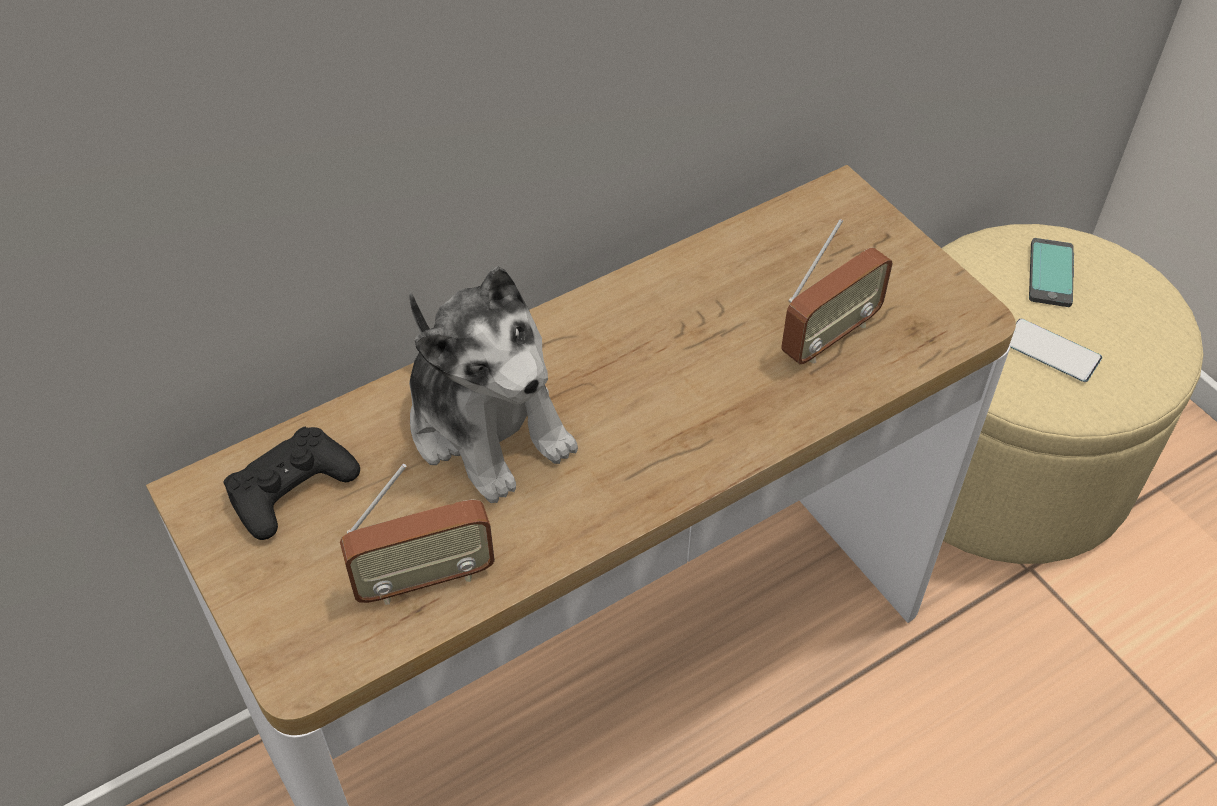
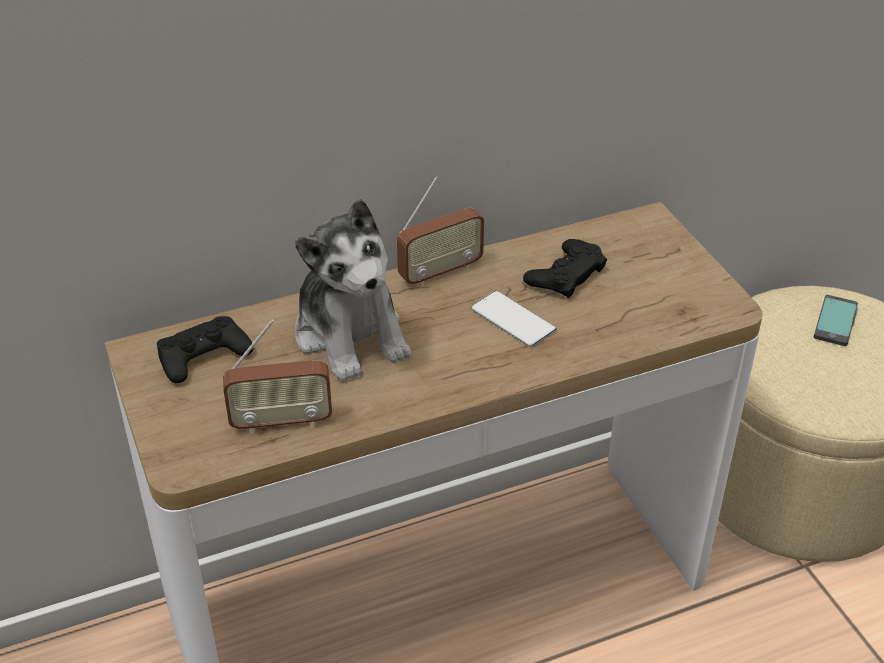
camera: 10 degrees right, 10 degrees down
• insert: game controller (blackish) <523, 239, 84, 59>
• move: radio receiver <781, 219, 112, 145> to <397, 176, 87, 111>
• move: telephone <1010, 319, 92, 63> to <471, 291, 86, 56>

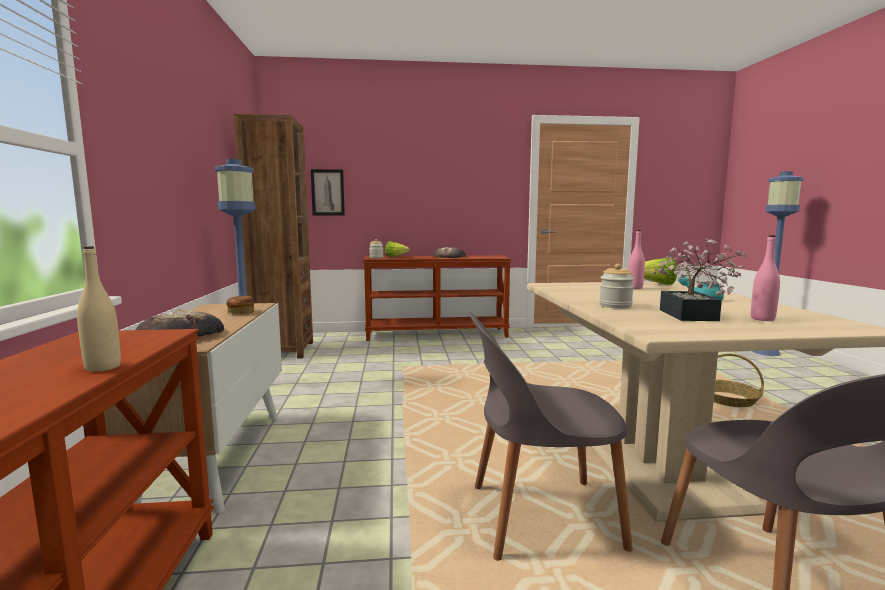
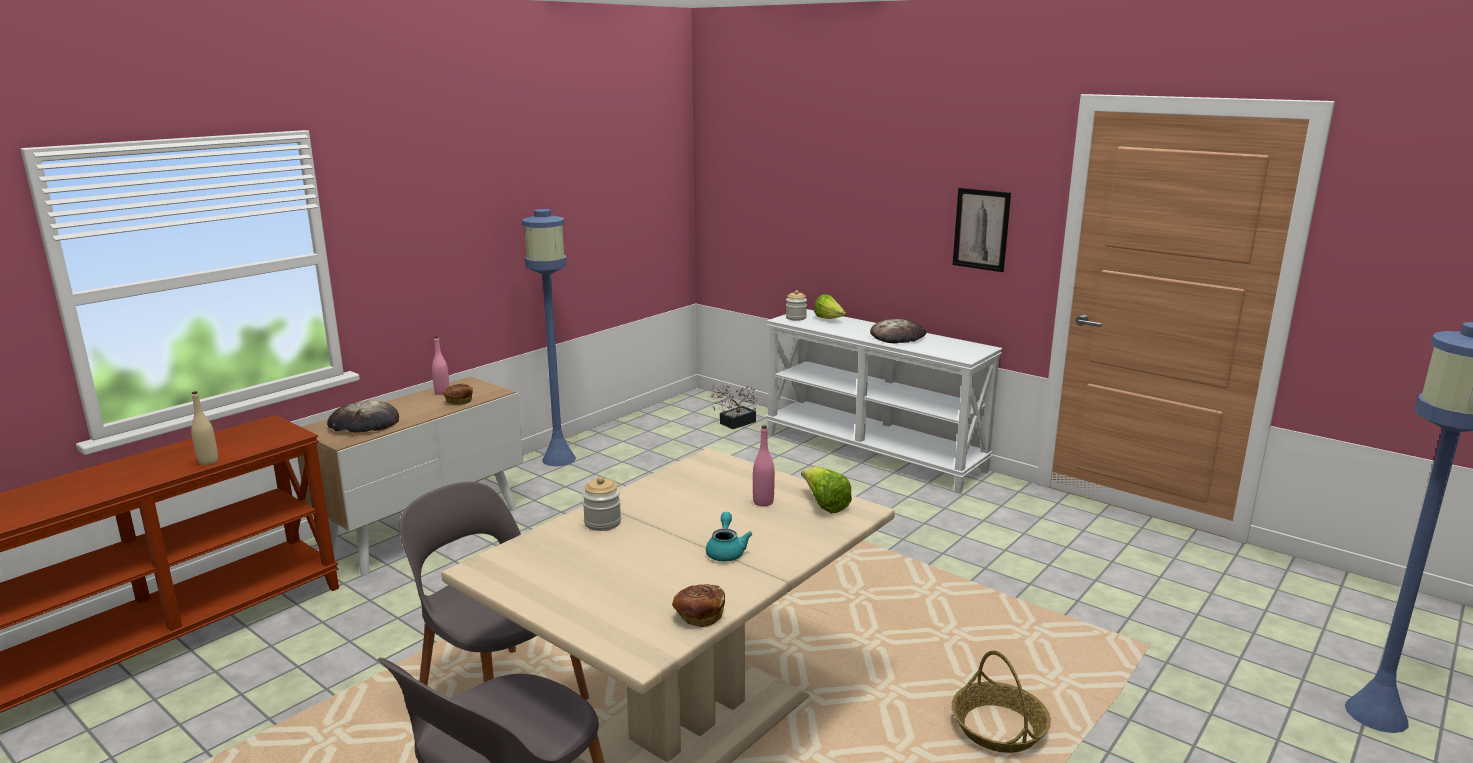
camera: 45 degrees right, 10 degrees up
• delete: bookshelf (brownish) <233, 114, 80, 245>
• insert: baked bread <672, 584, 53, 43>
• move: wall picture <311, 169, 34, 46> to <953, 188, 58, 84>
• move: potted plant <652, 238, 96, 83> to <711, 385, 47, 44>
• move: beverage bottle (pink-coloured) <751, 235, 29, 86> to <432, 336, 18, 59>
• recolor: console table (brownish) <363, 255, 148, 86> to console table (white) <766, 309, 236, 184>

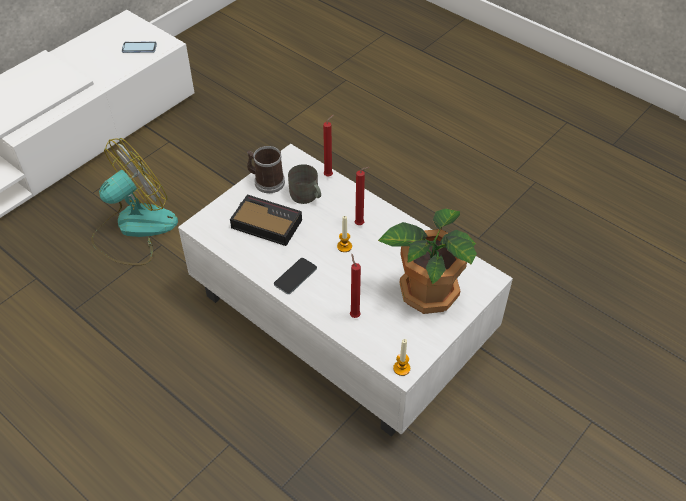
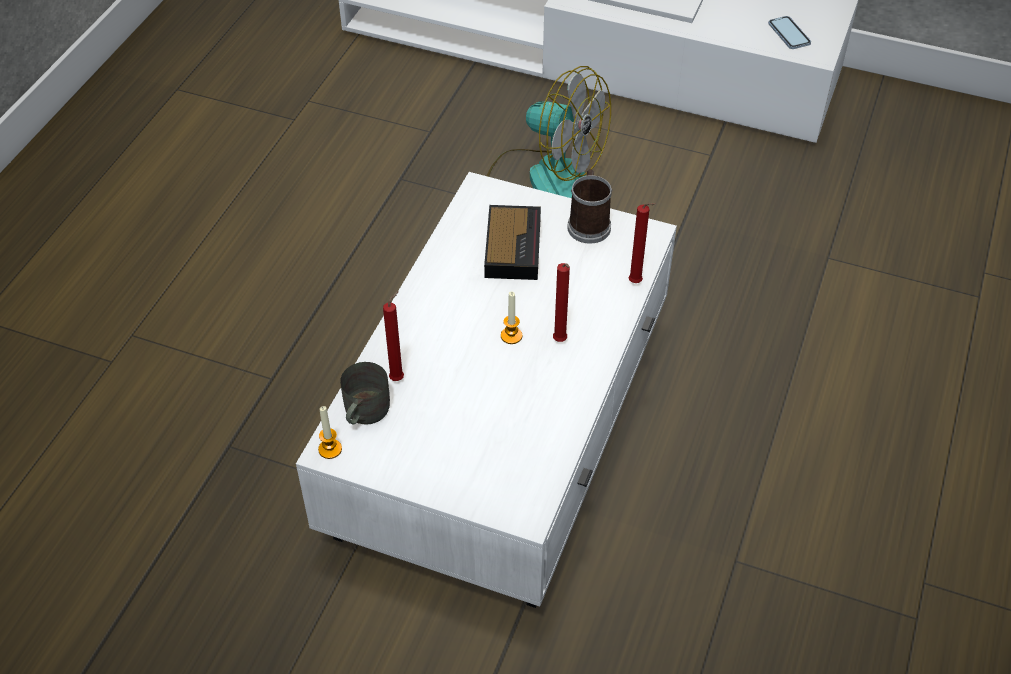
camera: 70 degrees right, 0 degrees up
• delete: telephone <274, 258, 43, 36>
• delete: potted plant <378, 208, 99, 106>
• move: tea mug (gray) <288, 164, 33, 40> to <340, 362, 50, 62>

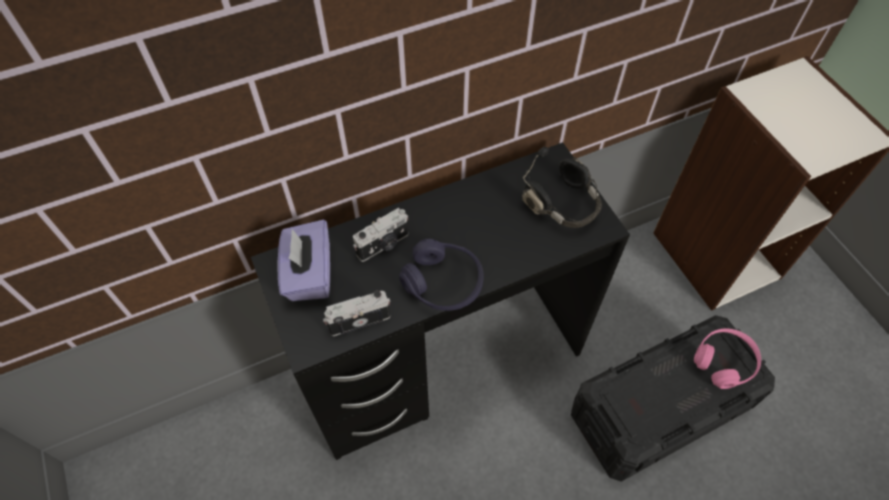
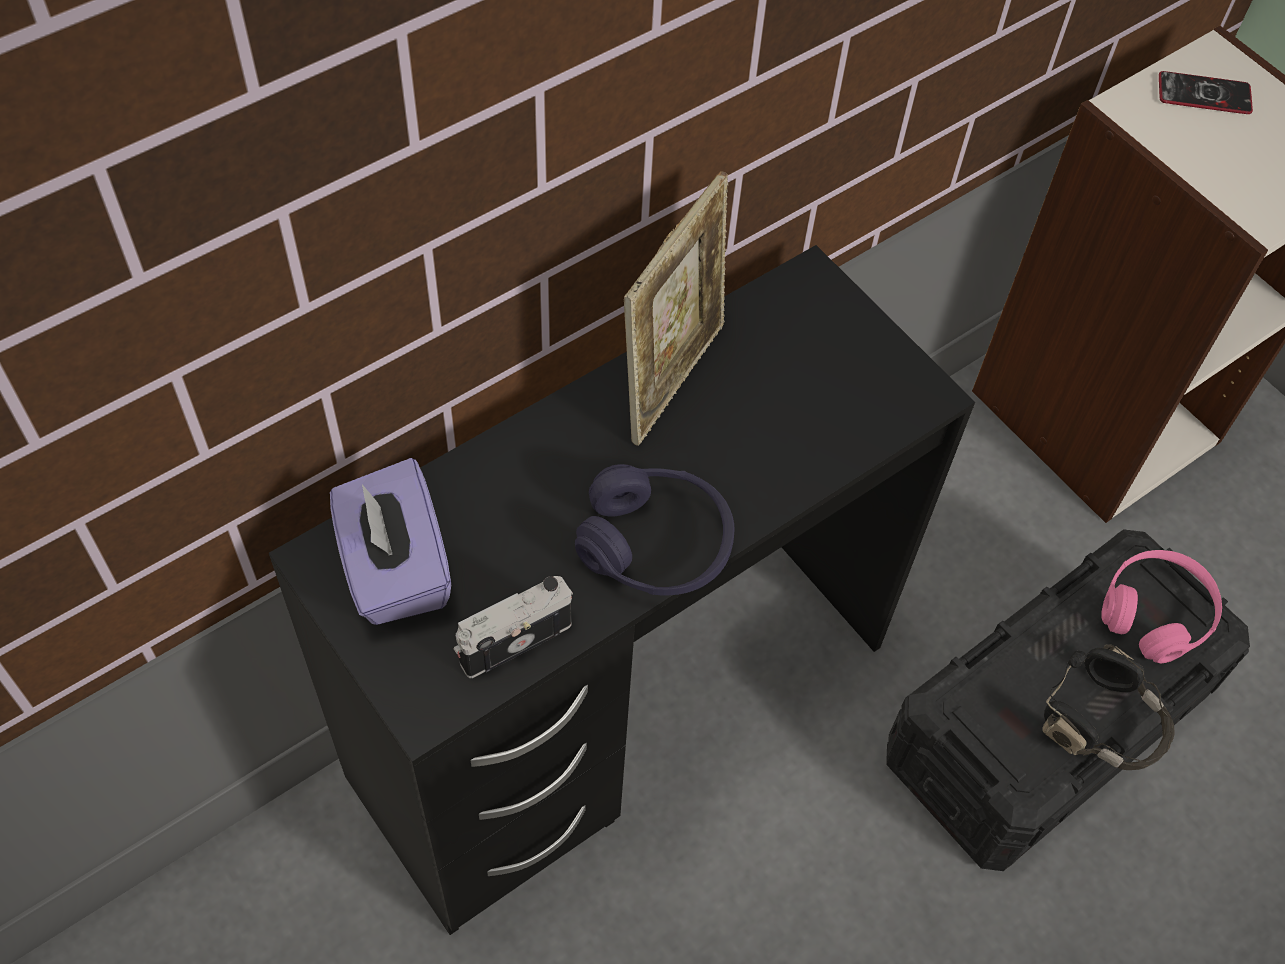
camera: 15 degrees left, 0 degrees up
• delete: still camera <353, 208, 56, 54>
• insert: standing frame <624, 171, 104, 275>
• insert: telephone <1159, 71, 94, 43>
• move: headset (blackish) <522, 147, 80, 81> to <1042, 644, 133, 126>

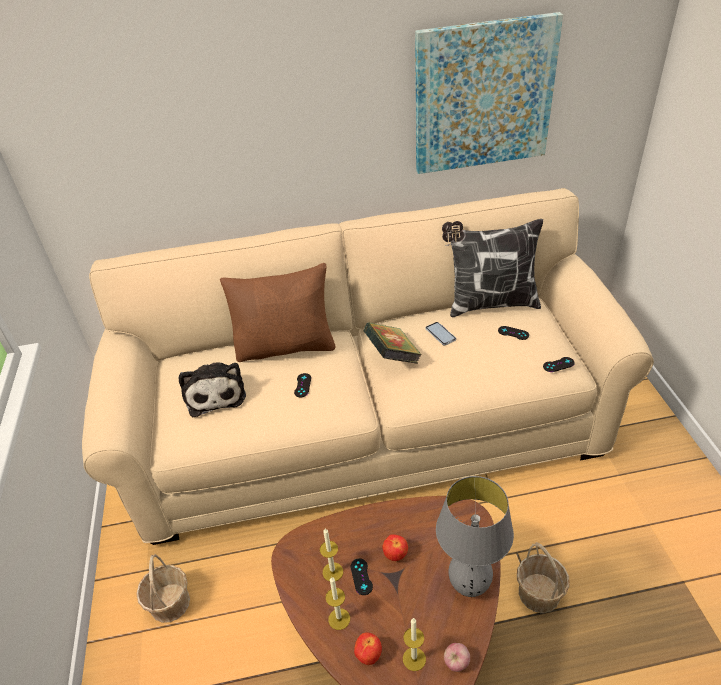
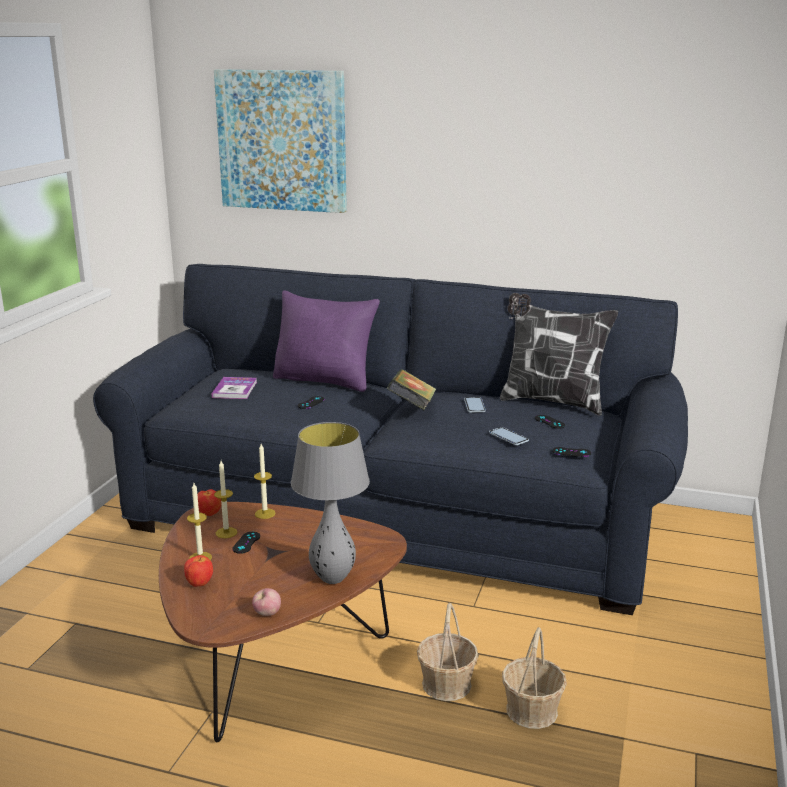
camera: 25 degrees right, 20 degrees down
• insert: telephone <489, 427, 40, 18>
• move: basket <136, 554, 54, 69> to <502, 627, 65, 102>
• move: whole apple <382, 534, 26, 27> to <197, 489, 24, 27>
• move: wax light <403, 618, 23, 53> to <254, 444, 22, 75>
• move: wall picture <415, 12, 148, 162> to <214, 69, 133, 144>
• replace: plush toy <179, 362, 67, 55> to volume <211, 377, 46, 22>
• recolor: settee (beige) <82, 188, 572, 357> to settee (bluish) <93, 264, 595, 351>
• recolor: cushion (brownish) <220, 263, 116, 99> to cushion (purple-coloured) <273, 290, 107, 102>

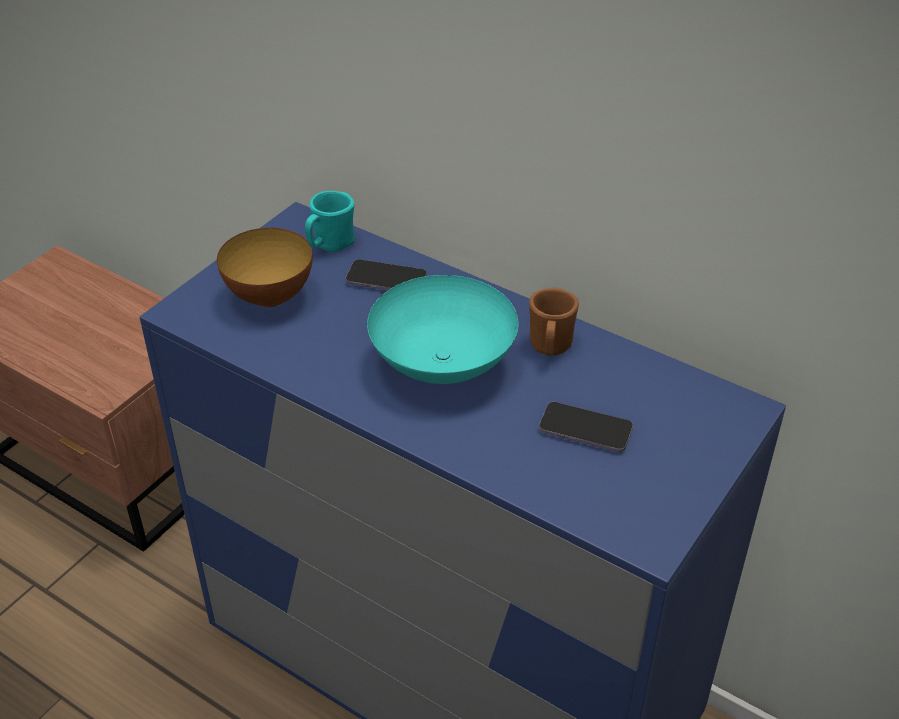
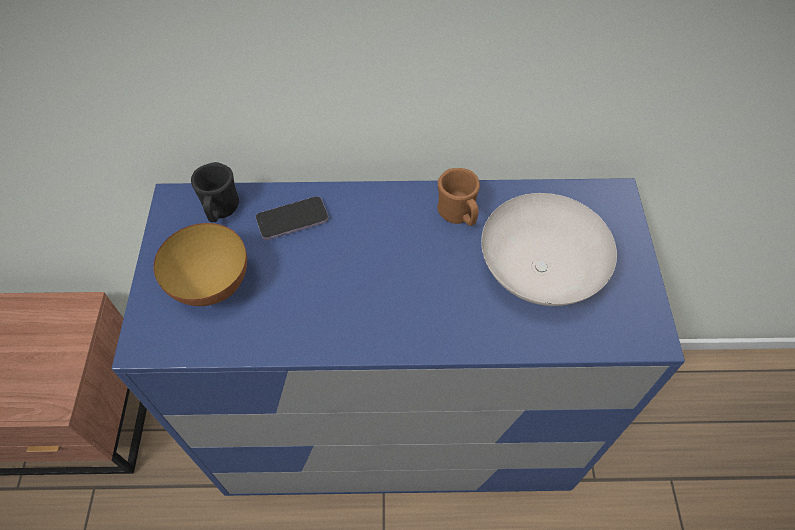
camera: 35 degrees left, 15 degrees up
• delete: deep dish (turquoise-coloured) <367, 275, 152, 109>
• replace: telephone <539, 402, 94, 50> to deep dish (white) <481, 193, 136, 113>
• recolor: tea mug (turquoise-coloured) <305, 191, 50, 61> to tea mug (blackish) <191, 162, 48, 60>

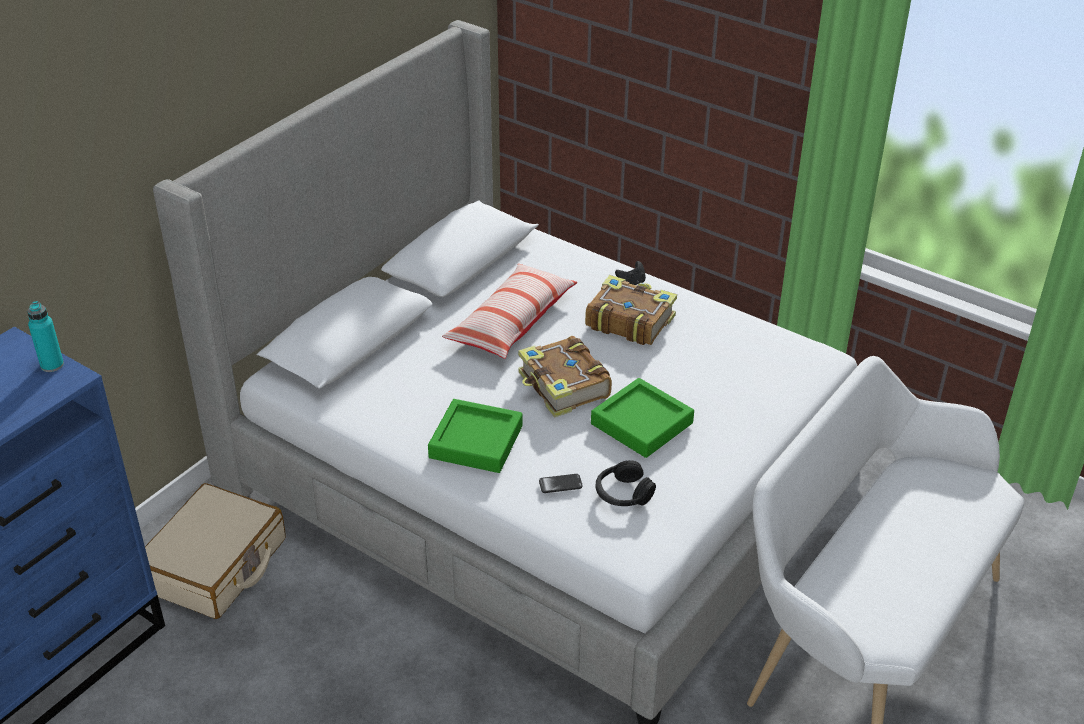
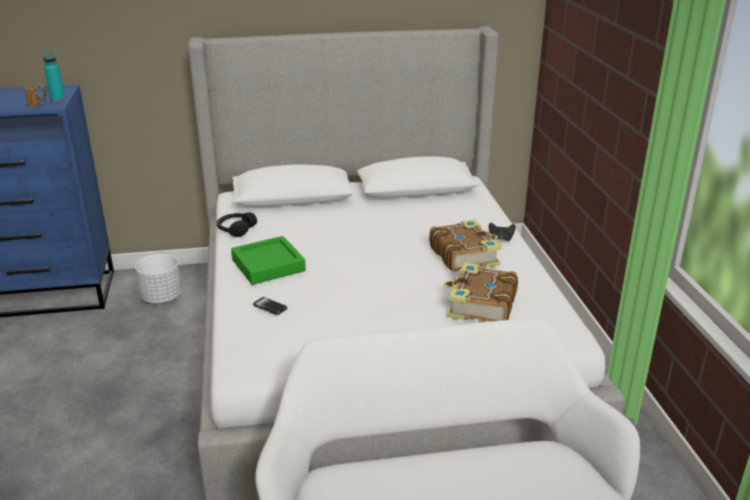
camera: 45 degrees right, 10 degrees down
• delete: cushion <442, 264, 135, 95>
• delete: tray (green-coloured) <591, 378, 103, 80>
• insert: tea mug <24, 85, 23, 22>
• move: volume <518, 336, 94, 82> to <444, 263, 74, 59>
• move: headset (blackish) <596, 460, 60, 46> to <217, 212, 40, 25>
• replace: piece of luggage (beige) <145, 483, 141, 136> to flower pot (white) <135, 254, 47, 49>

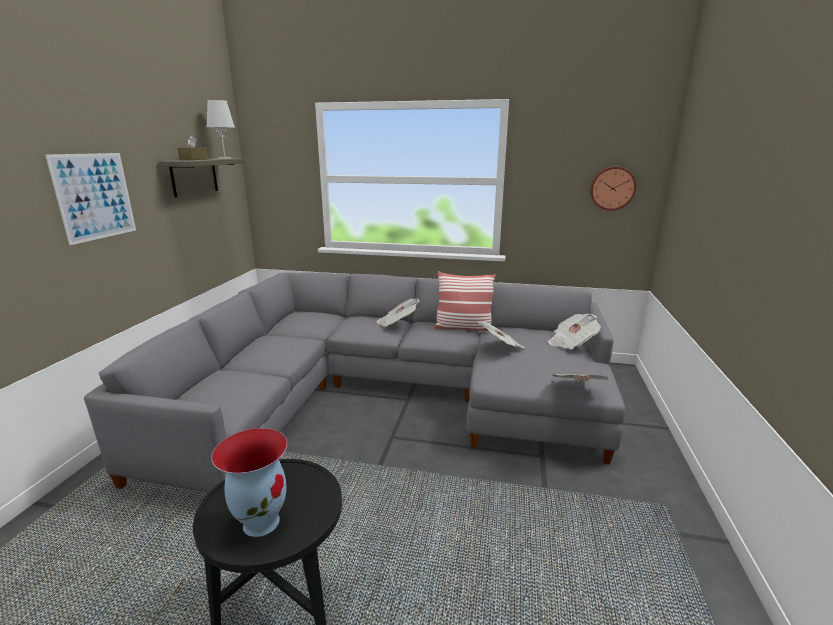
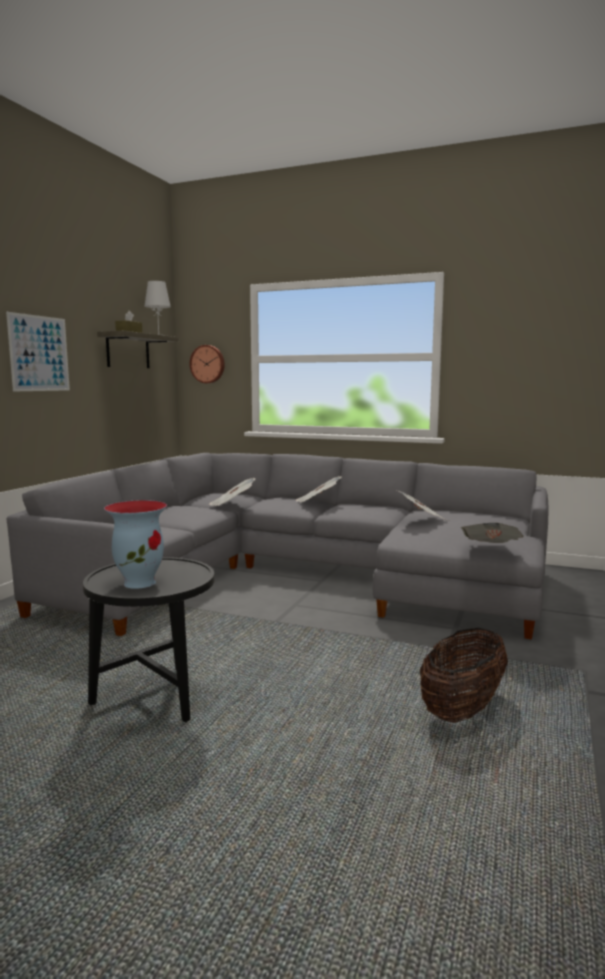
camera: 10 degrees right, 10 degrees down
• delete: cushion <434, 271, 62, 60>
• insert: basket <420, 628, 88, 95>
• move: daily paper <548, 314, 53, 35> to <209, 478, 47, 28>
• move: hanging clock <590, 166, 46, 45> to <189, 345, 36, 38>

